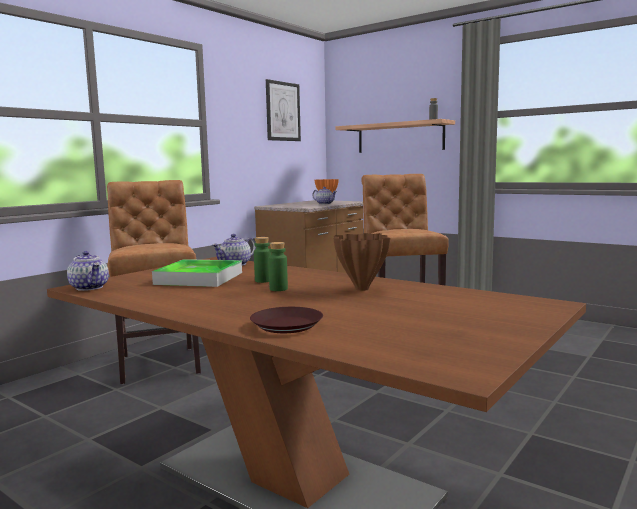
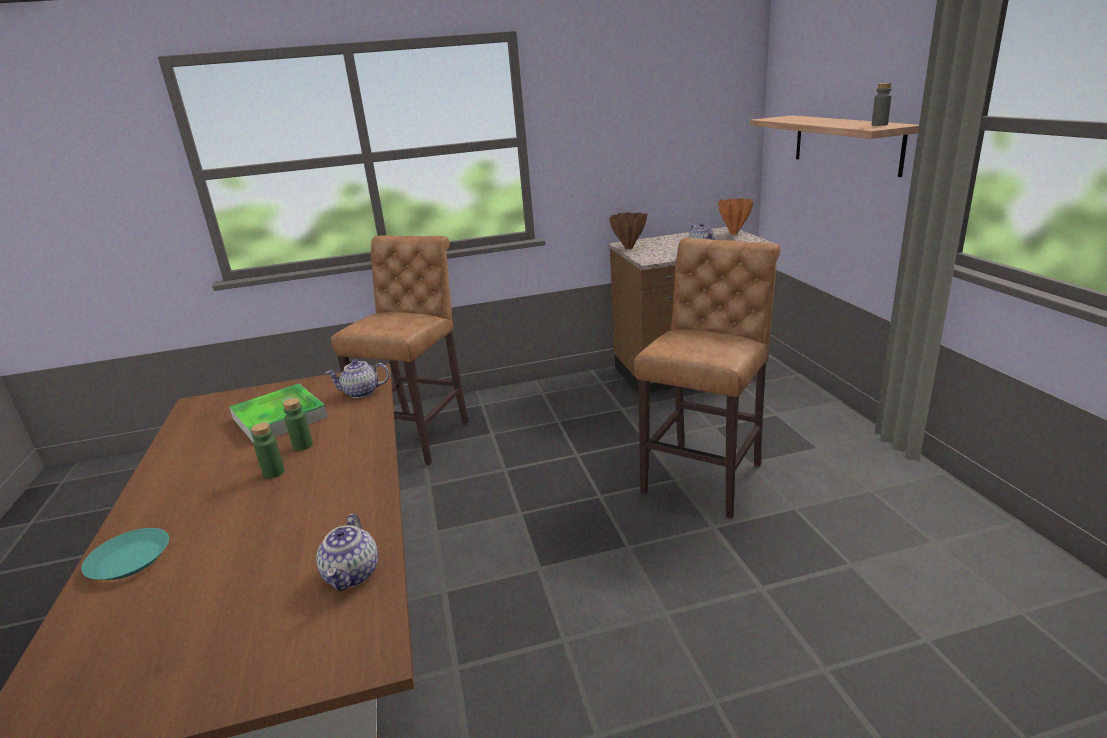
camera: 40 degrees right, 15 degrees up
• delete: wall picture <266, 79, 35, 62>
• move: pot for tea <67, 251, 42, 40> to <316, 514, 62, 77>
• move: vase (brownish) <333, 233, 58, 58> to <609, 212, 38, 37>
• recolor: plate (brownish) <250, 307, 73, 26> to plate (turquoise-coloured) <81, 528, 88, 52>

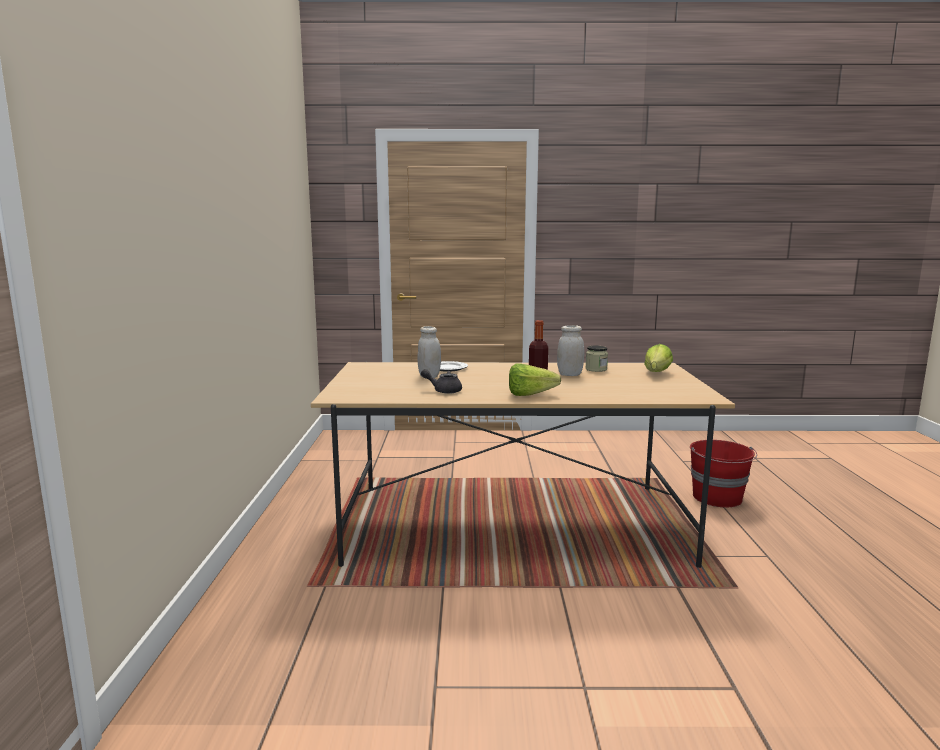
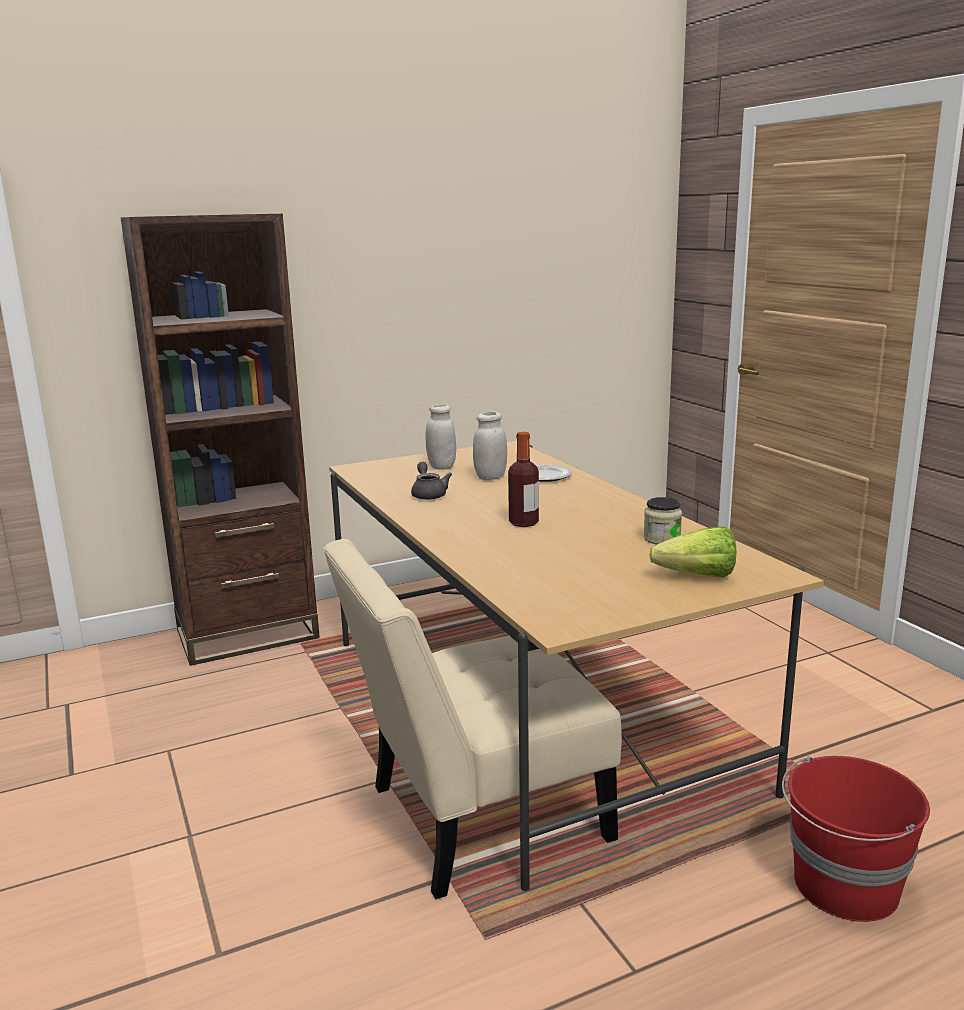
camera: 65 degrees right, 5 degrees up
• delete: lettuce head <509, 363, 52, 33>
• insert: bookshelf (brownish) <121, 214, 199, 452>
• insert: plain chair (beige) <323, 539, 299, 360>
• move: jar (white) <557, 325, 27, 51> to <425, 404, 31, 66>

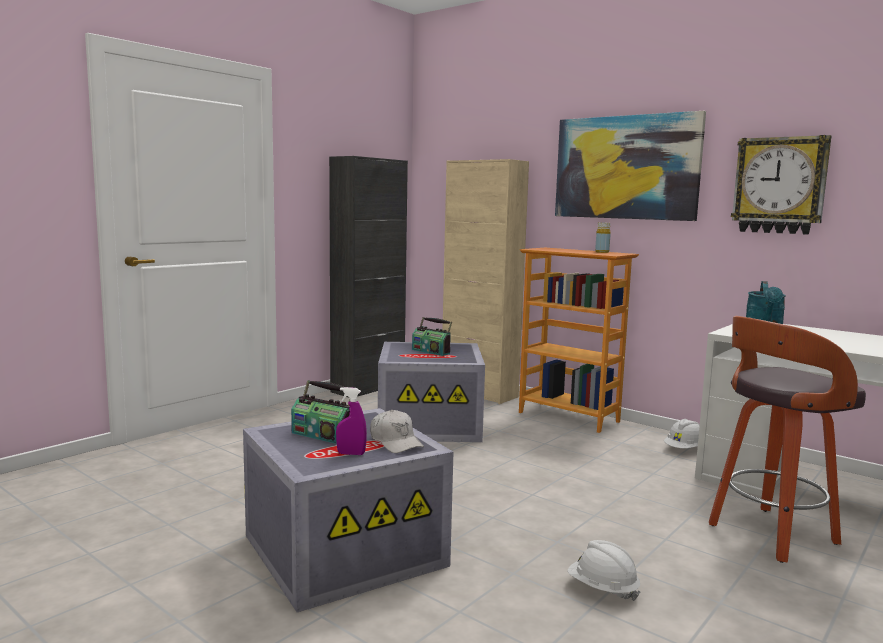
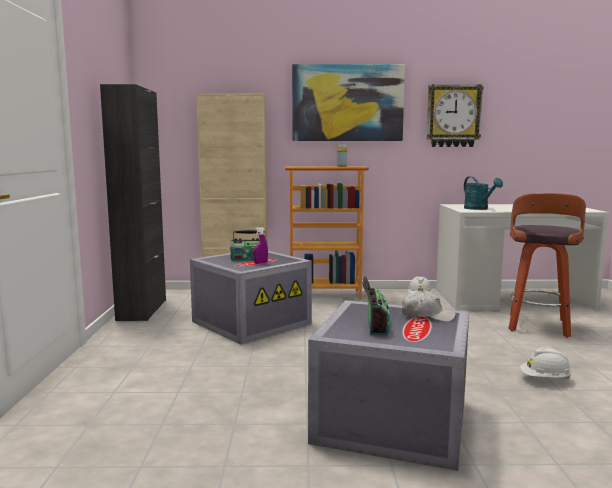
camera: 40 degrees left, 0 degrees up
• move: sprayer (purple-coloured) <336, 387, 31, 68> to <253, 227, 15, 37>
• rotate: radio receiver <291, 380, 59, 64> = <362, 276, 28, 60> 75 degrees counterclockwise

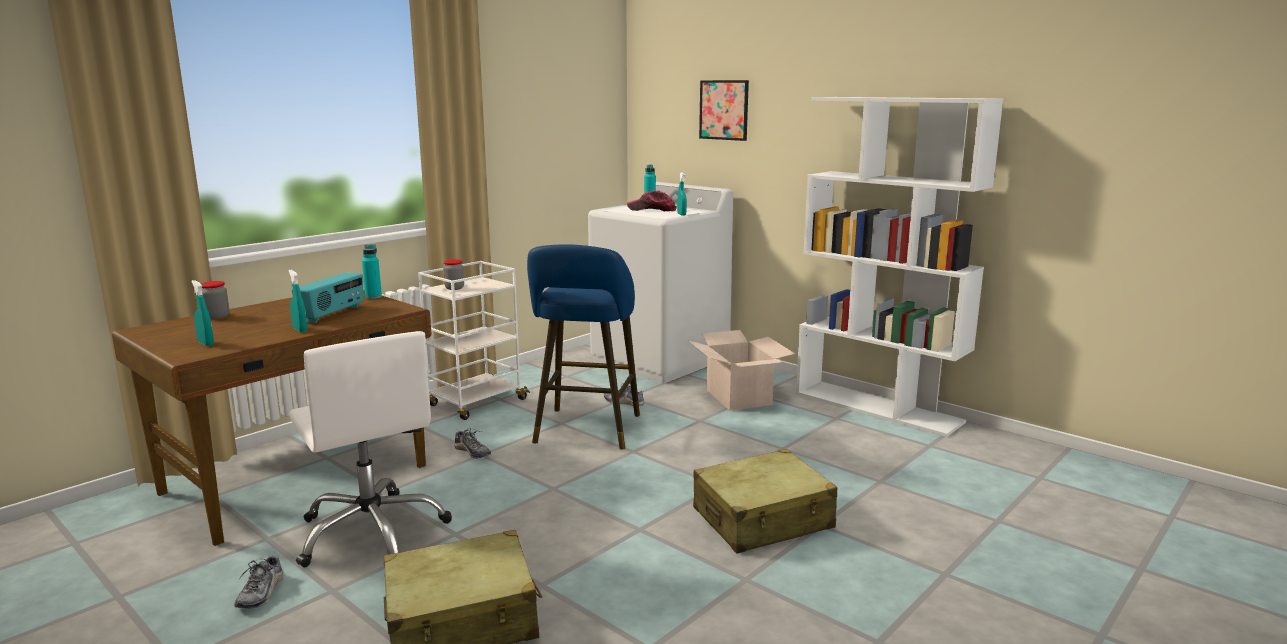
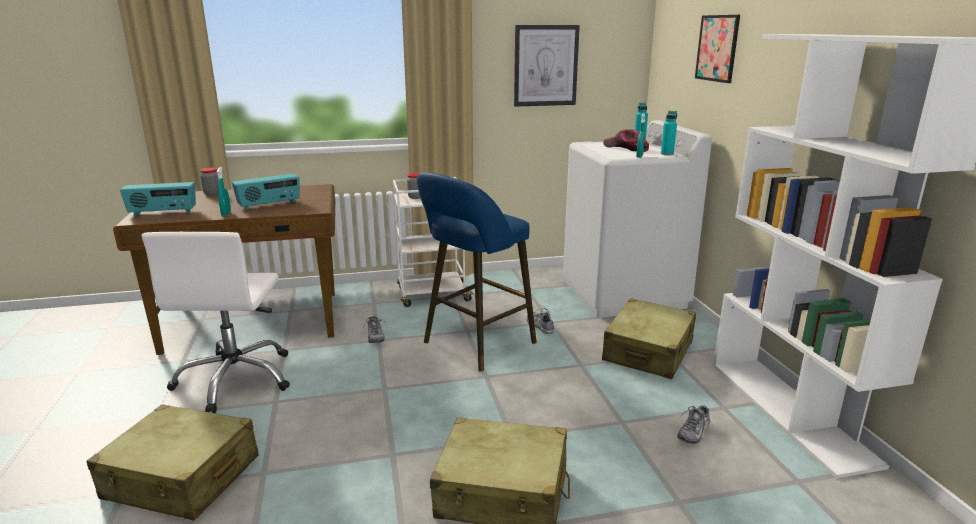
camera: 35 degrees right, 5 degrees up
• insert: wall picture <514, 25, 66, 82>
• move: low shoe <234, 554, 49, 55> to <677, 404, 33, 40>
• move: beverage bottle (turquoise-coloured) <362, 244, 20, 55> to <661, 111, 16, 45>
• replace: sprayer (turquoise-coloured) <191, 280, 23, 66> to radio receiver <120, 182, 76, 34>
• replace: cardboard box <688, 330, 107, 80> to piece of luggage (beige) <602, 298, 94, 81>

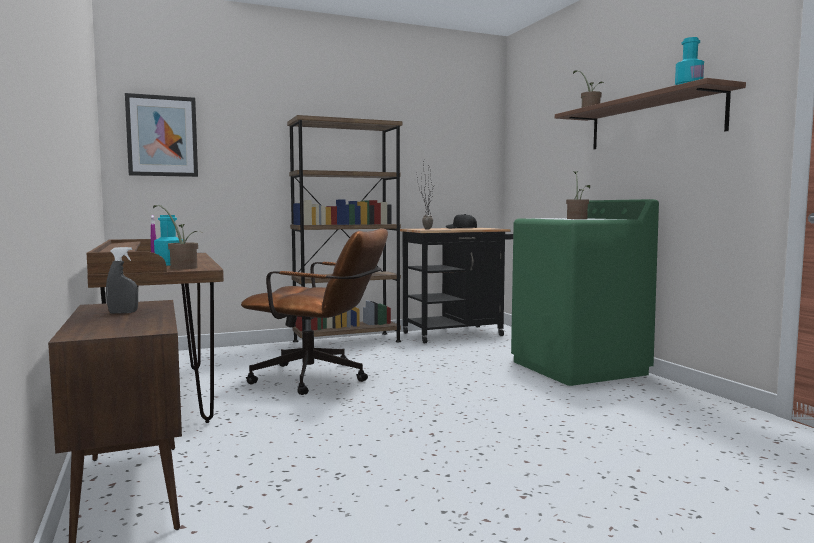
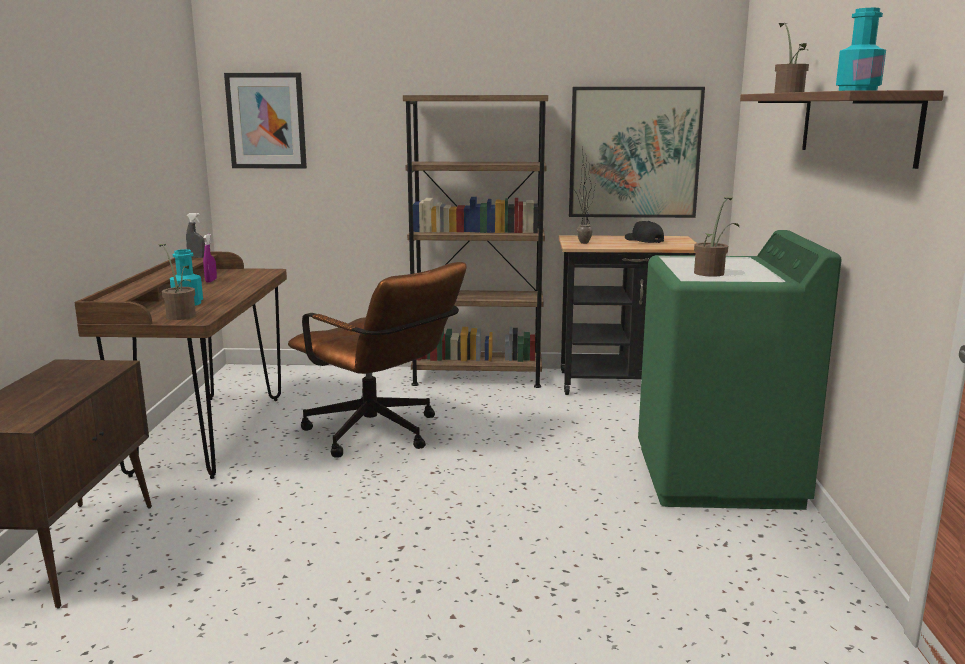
camera: 25 degrees right, 10 degrees up
• insert: wall picture <569, 87, 136, 131>
• move: sprayer (gray) <106, 247, 32, 67> to <186, 213, 19, 45>

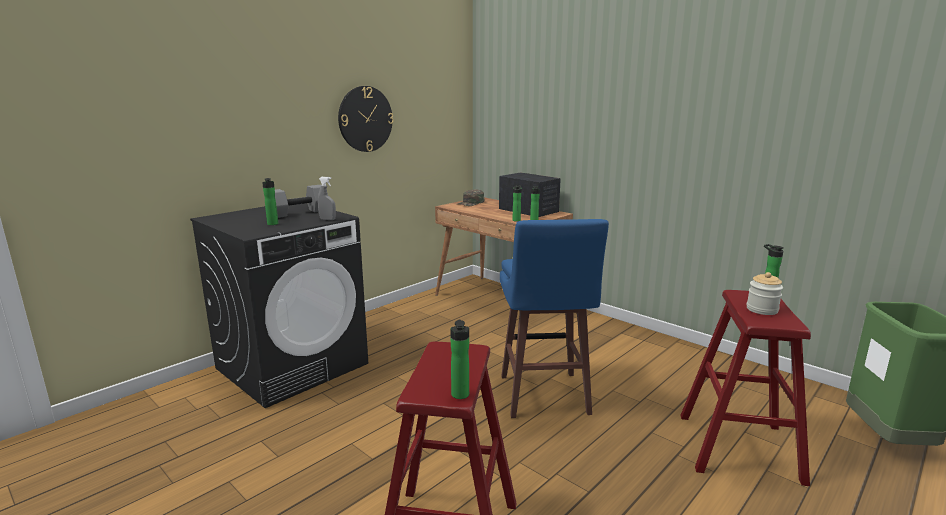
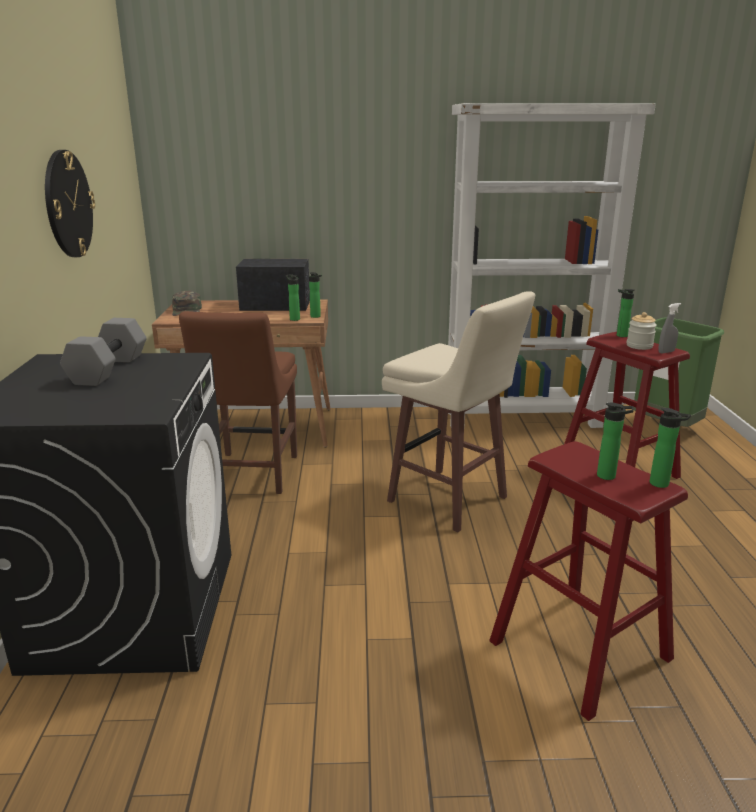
camera: 45 degrees left, 5 degrees up
• insert: plain chair (brownish) <179, 311, 118, 183>
• insert: bookshelf (white) <448, 103, 208, 325>
• move: beverage bottle <262, 178, 16, 47> to <597, 402, 37, 78>
• move: sprayer (gray) <318, 177, 18, 43> to <659, 303, 22, 51>
• recolor: stool seat (bluish) <500, 219, 109, 199> to stool seat (beige) <382, 291, 153, 241>

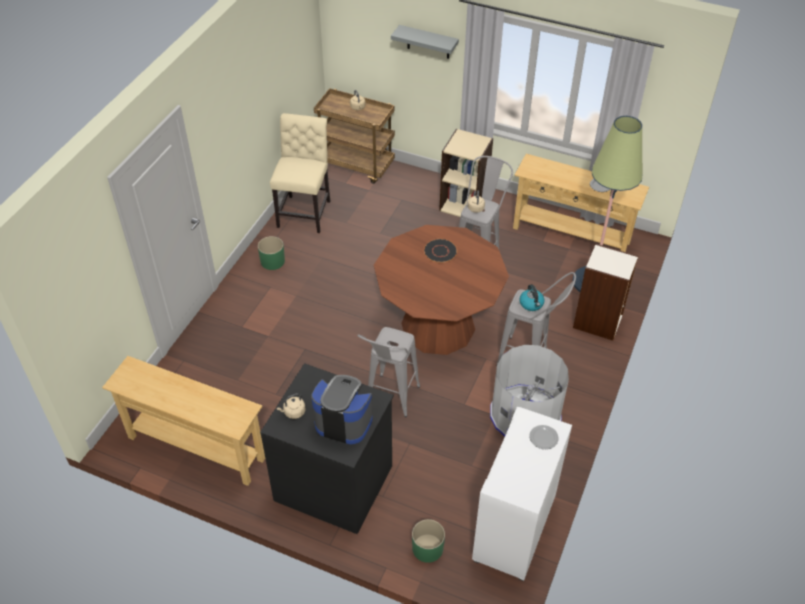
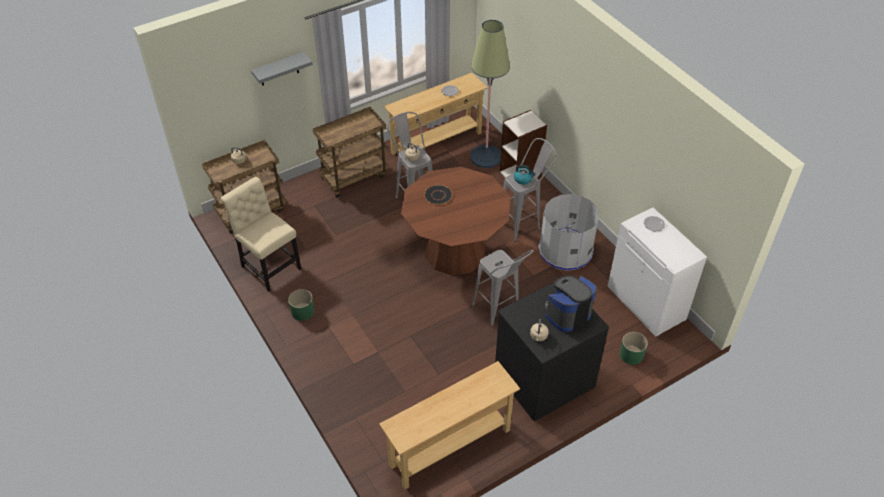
camera: 55 degrees left, 0 degrees up
• replace: bookshelf (beige) <439, 128, 54, 89> to wheeled cart (brownish) <313, 107, 76, 90>

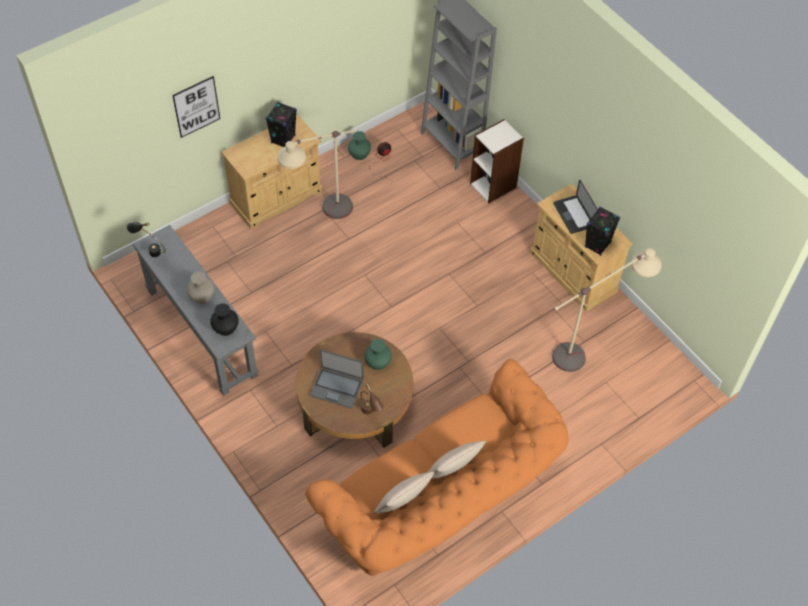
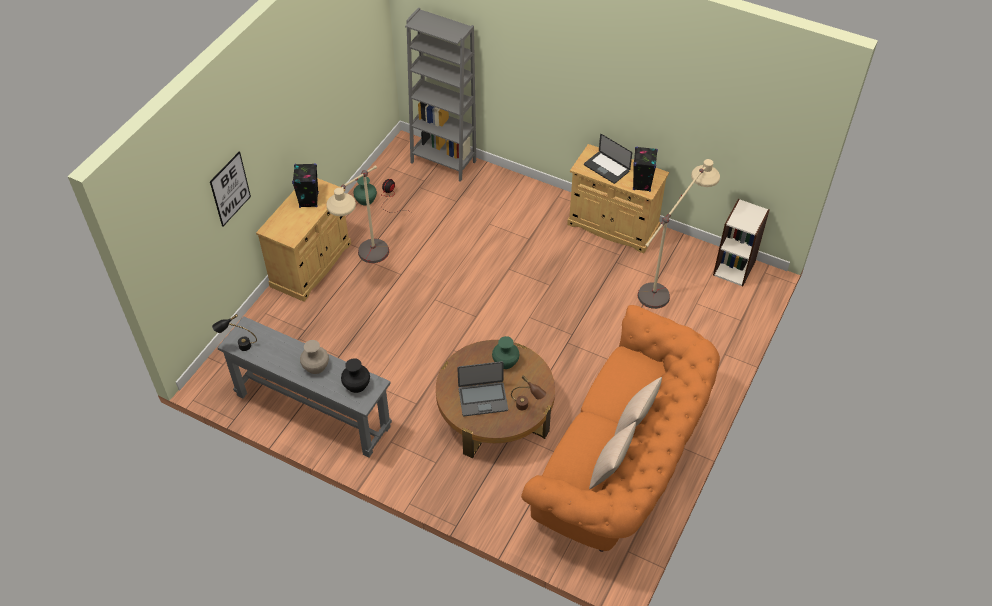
camera: 25 degrees left, 5 degrees down
• move: bookshelf <470, 119, 54, 84> to <713, 199, 56, 88>

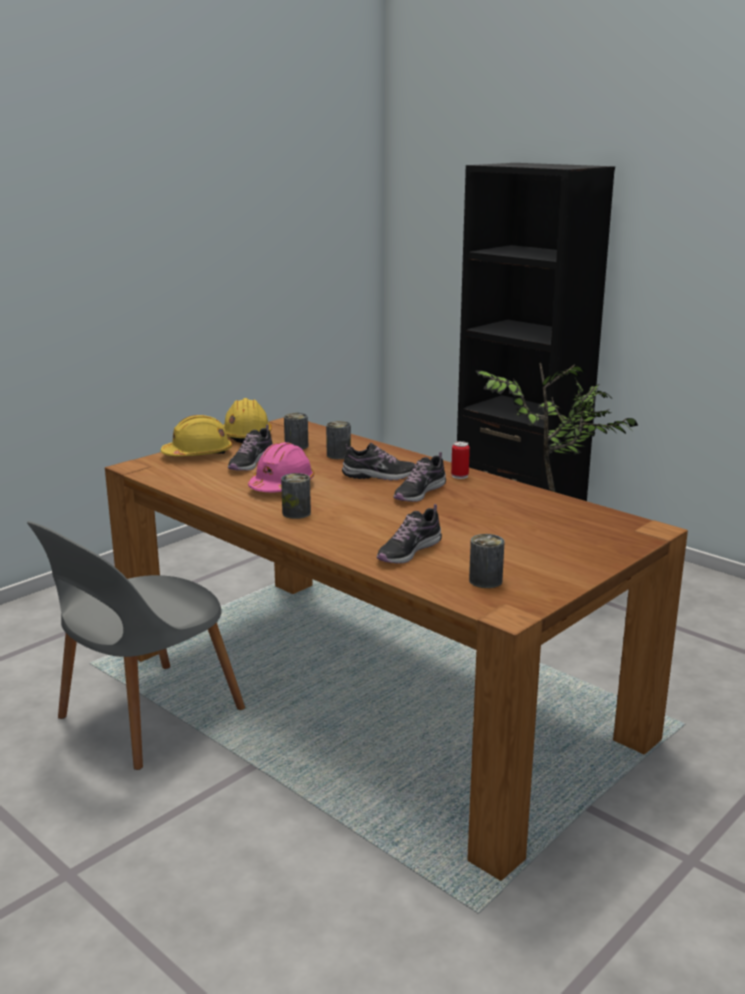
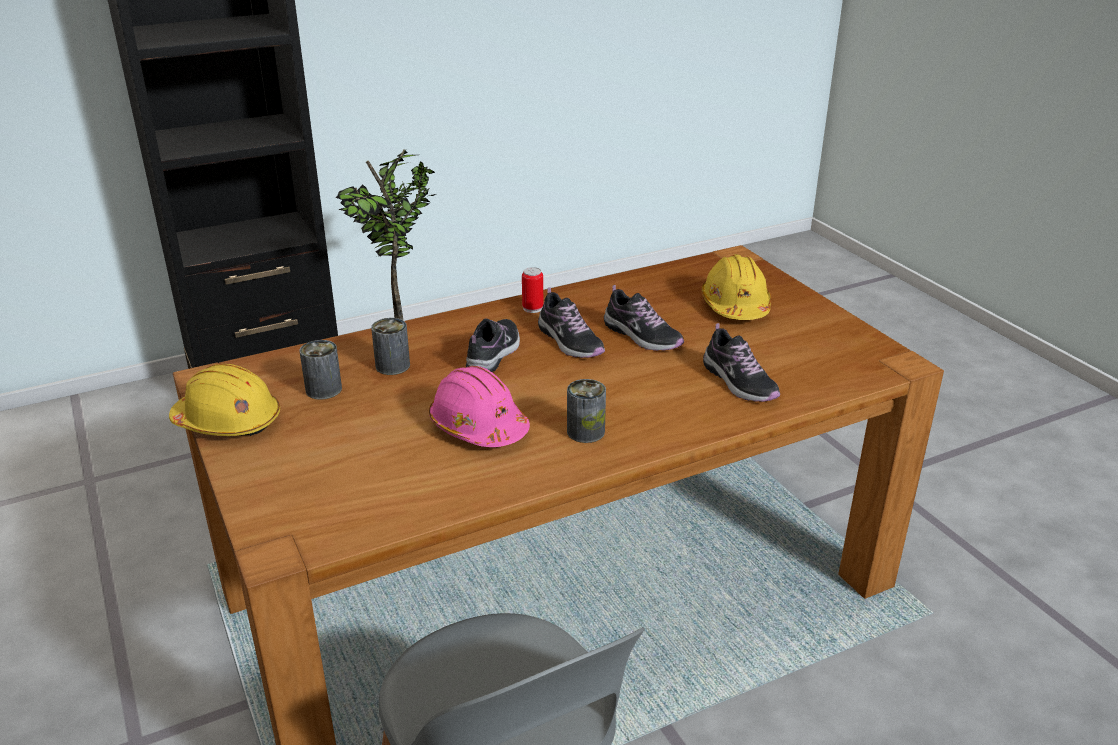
camera: 70 degrees left, 10 degrees up
• delete: can <469, 534, 36, 54>
• move: hard hat (yellowish) <160, 415, 72, 41> to <701, 254, 70, 66>
• move: low shoe <228, 425, 45, 46> to <604, 285, 80, 66>

